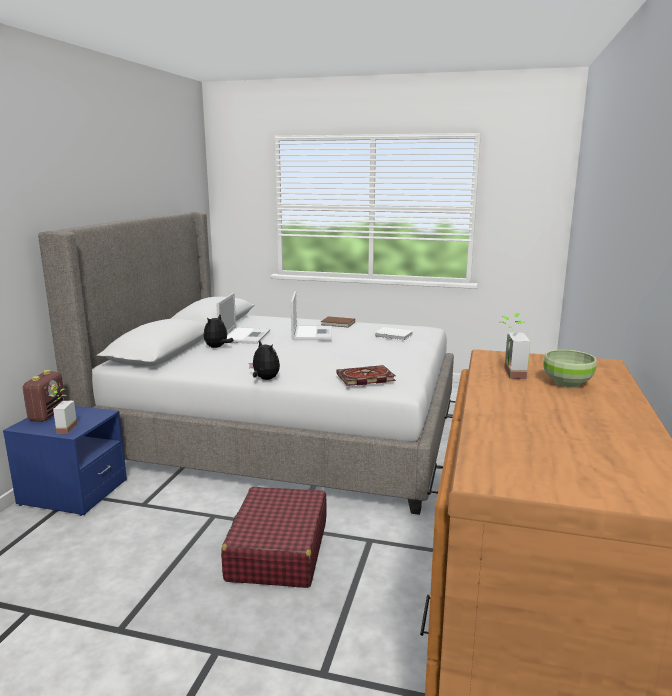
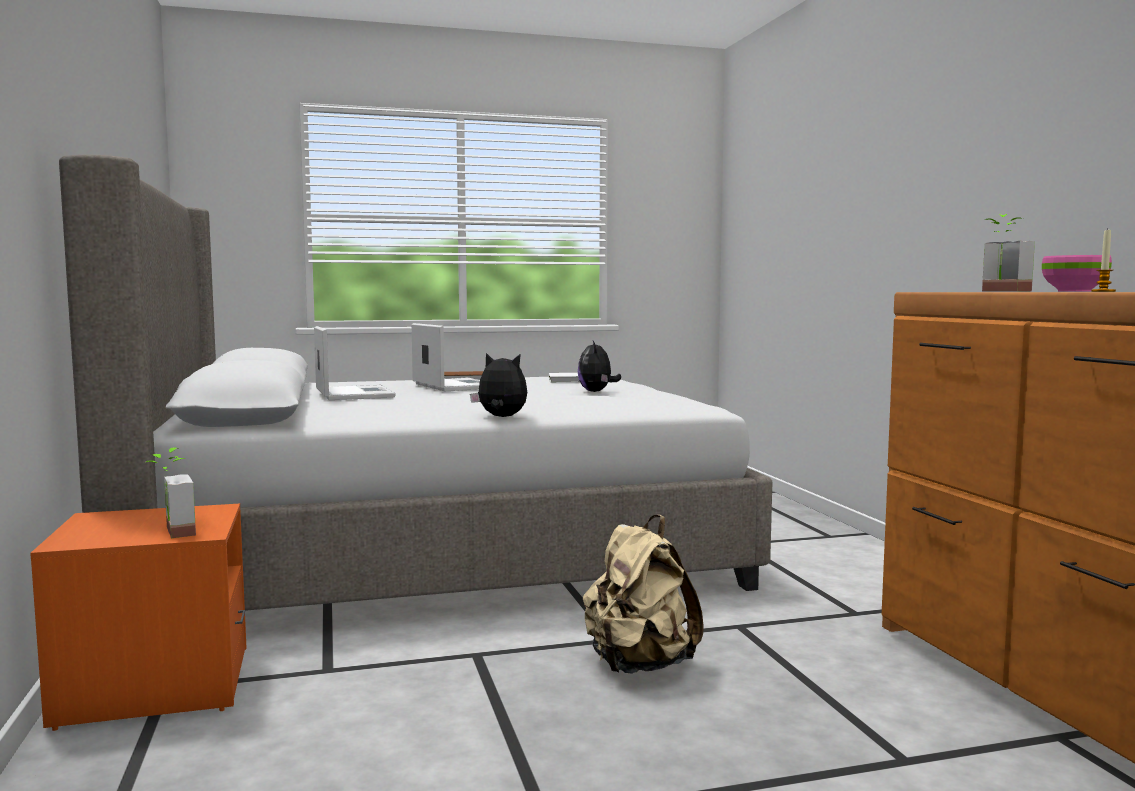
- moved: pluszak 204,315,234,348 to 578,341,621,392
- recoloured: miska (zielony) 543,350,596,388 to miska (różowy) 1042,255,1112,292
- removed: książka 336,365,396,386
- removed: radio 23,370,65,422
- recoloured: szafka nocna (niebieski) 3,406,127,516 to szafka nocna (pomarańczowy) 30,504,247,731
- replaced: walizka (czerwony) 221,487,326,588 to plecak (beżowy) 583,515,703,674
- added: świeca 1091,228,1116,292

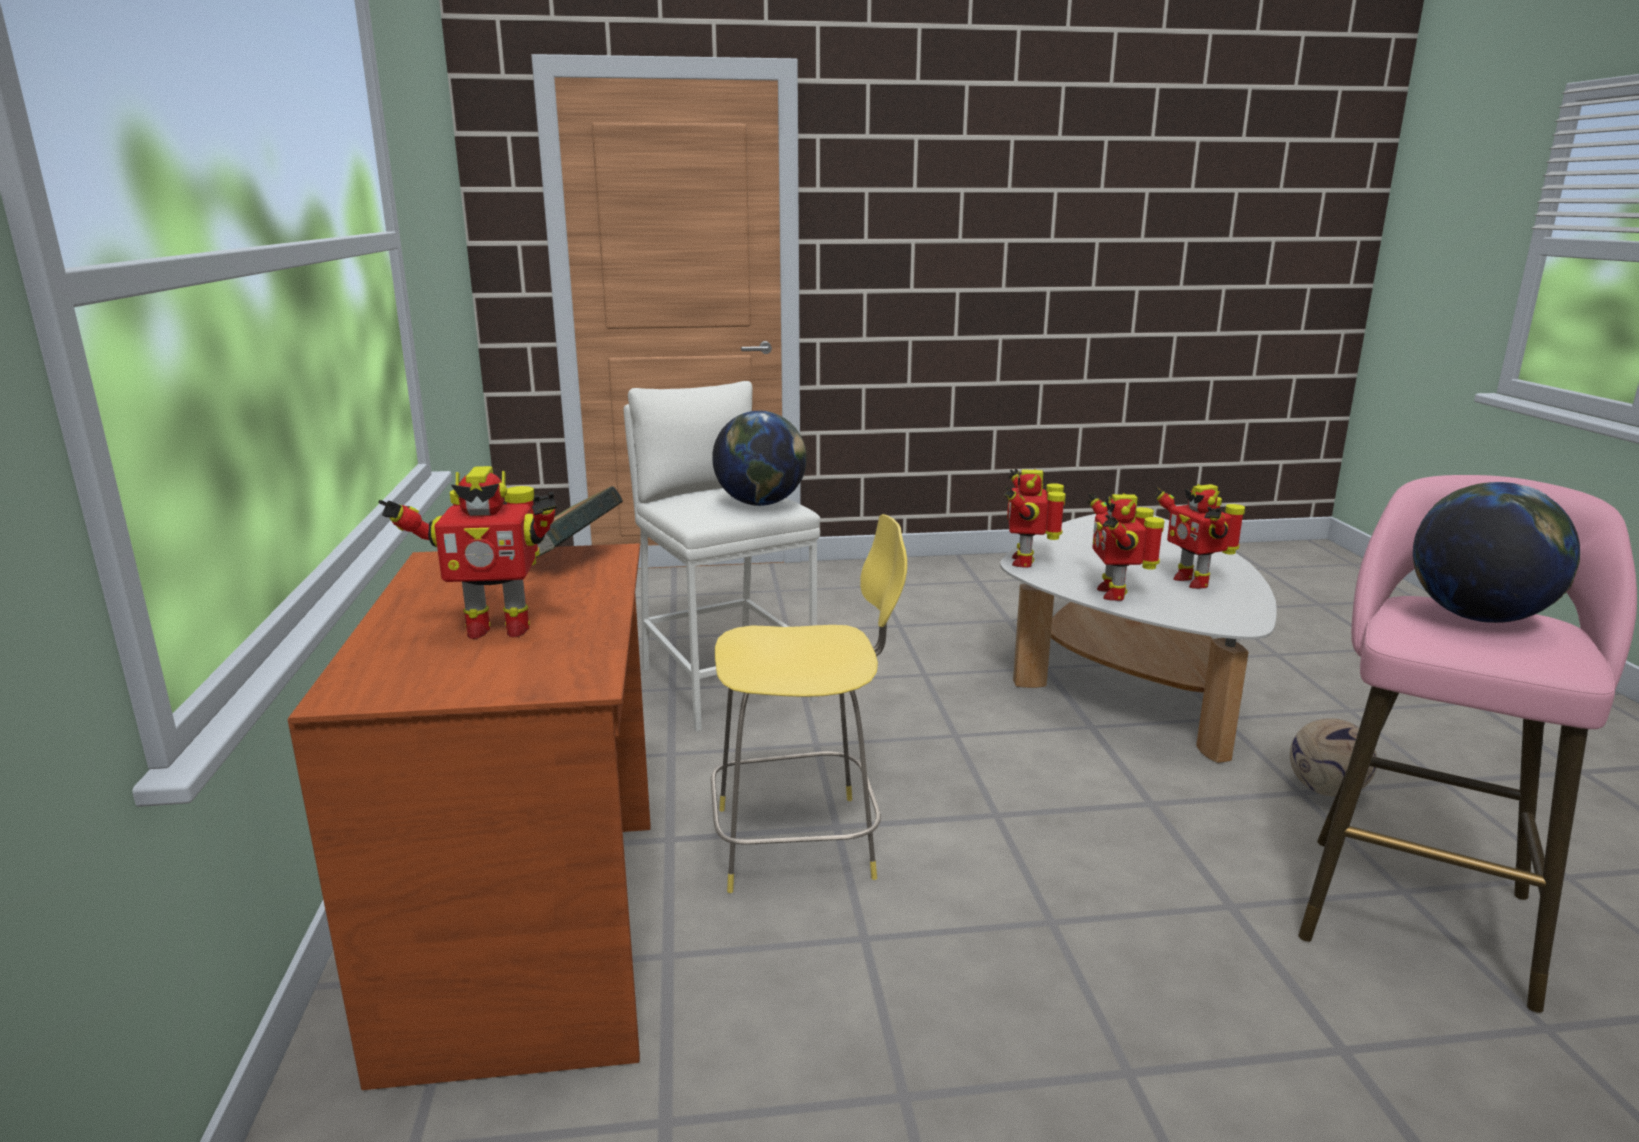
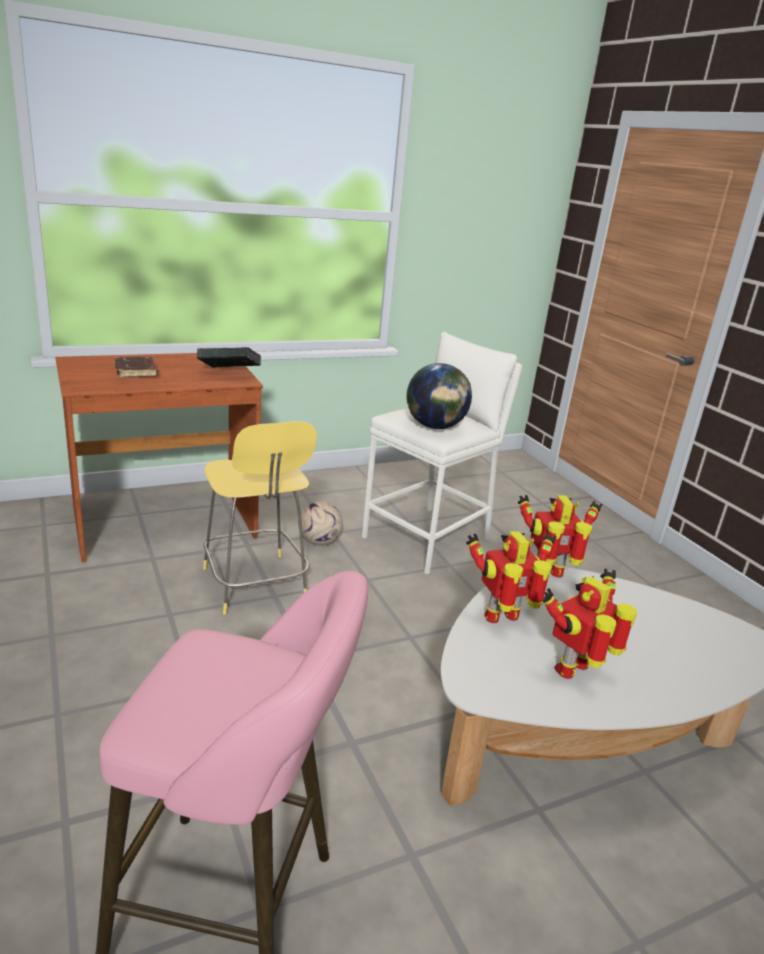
- replaced: robot zabawkowy 378,466,557,639 to książka (brązowy) 115,356,158,378
- removed: globus 1413,482,1580,623
- moved: piłka futbolowa 1290,718,1377,797 to 298,501,343,546

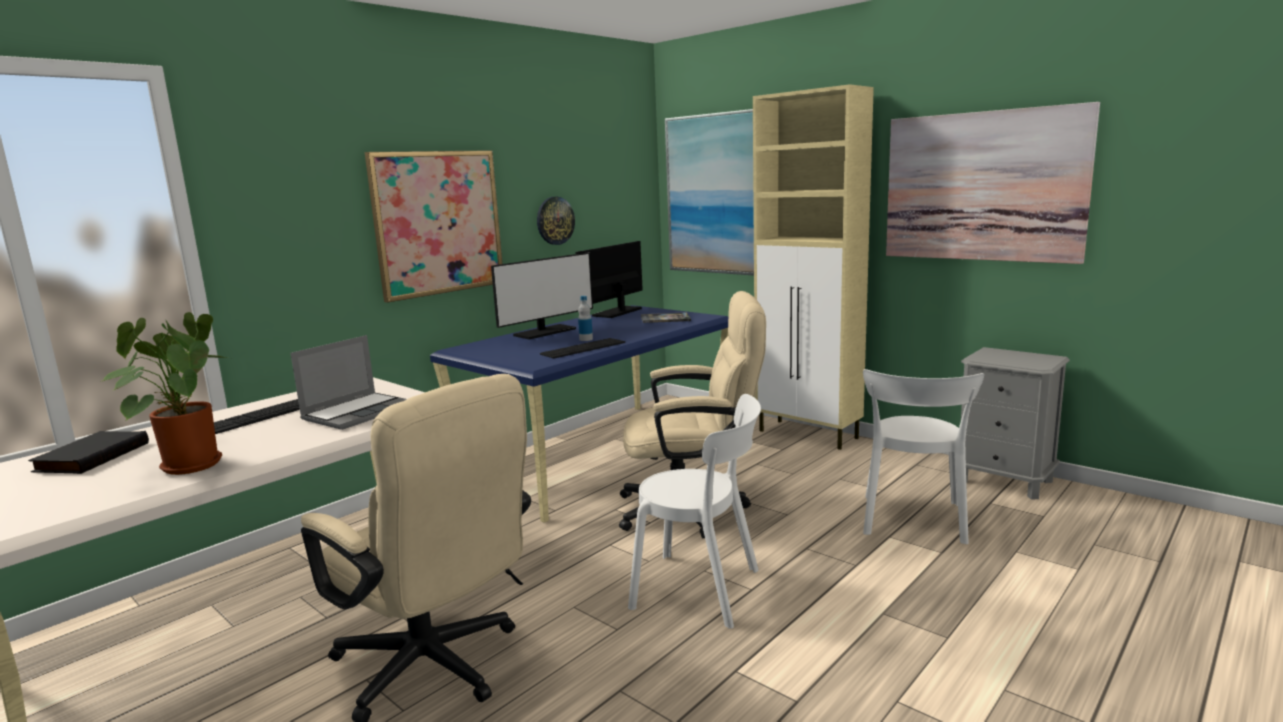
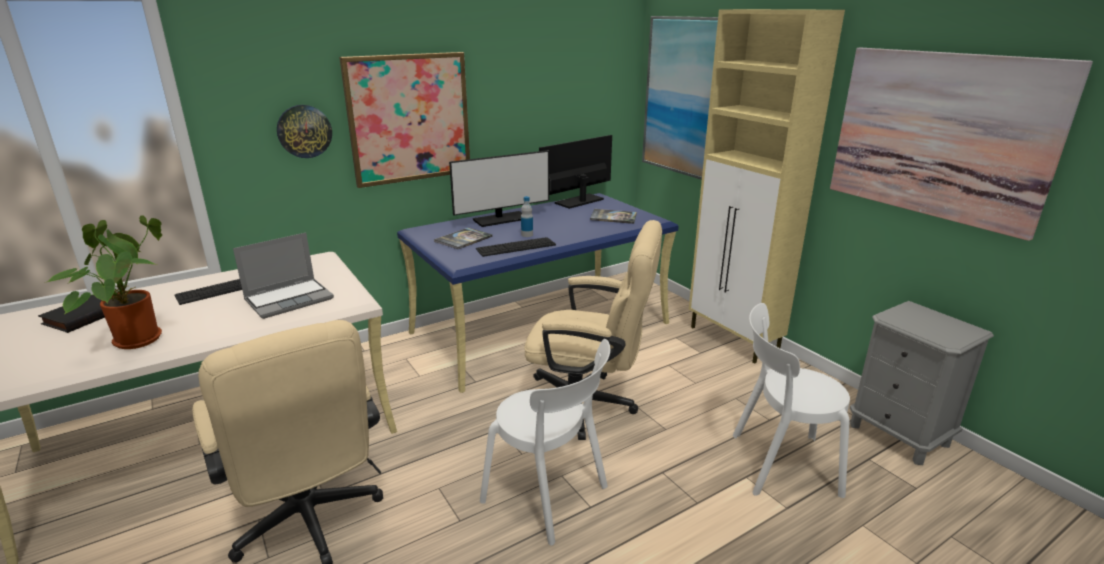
- moved: zegar ścienny 537,197,575,245 to 277,105,332,158
- turned: krzesło (biały) 863,369,984,544 = 733,303,850,498 60 degrees clockwise
- added: książka 433,228,492,249

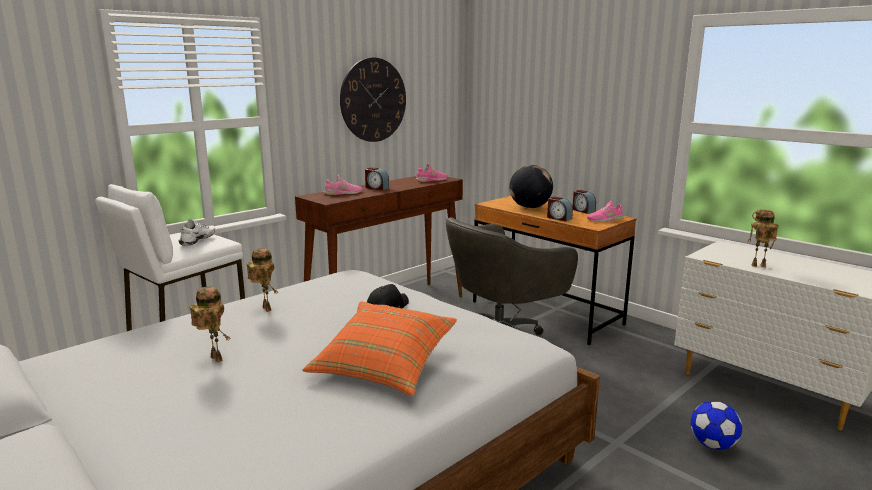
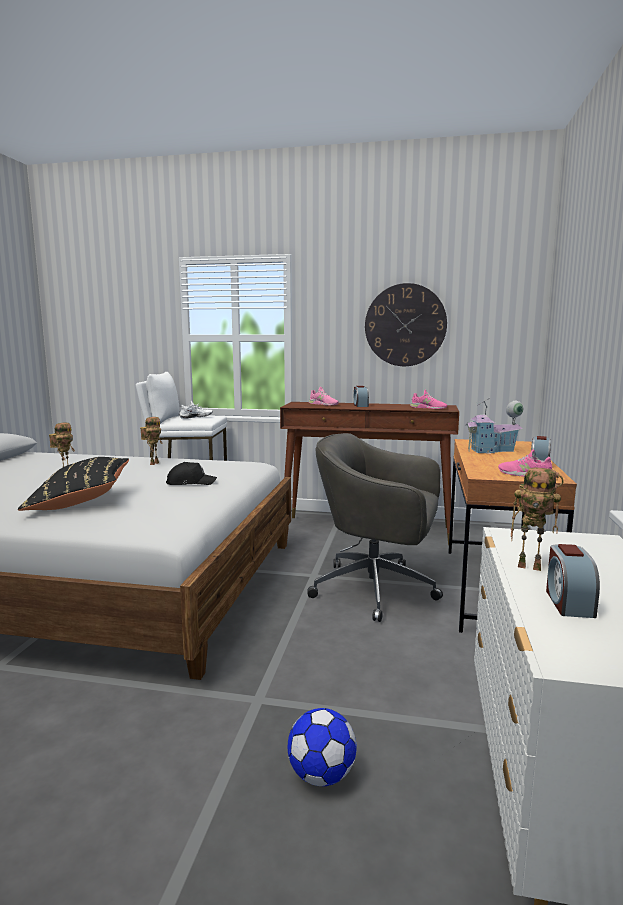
- replaced: globus 509,165,553,208 to domek 465,398,523,454
- moved: budzik 547,196,573,221 to 546,544,600,618
- turned: robot zabawkowy 748,210,779,267 = 511,468,564,571 135 degrees clockwise
- recoloured: poduszka (pomarańczowy) 303,302,457,396 to poduszka (czarny) 18,457,129,511

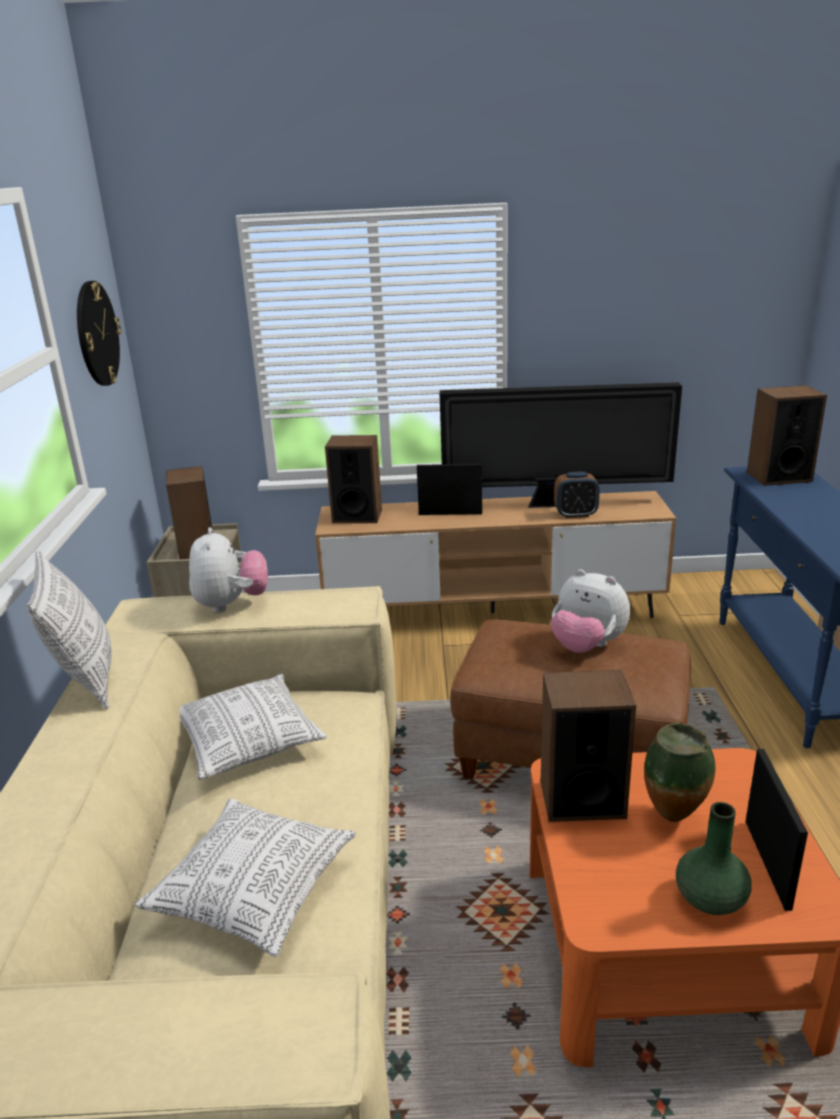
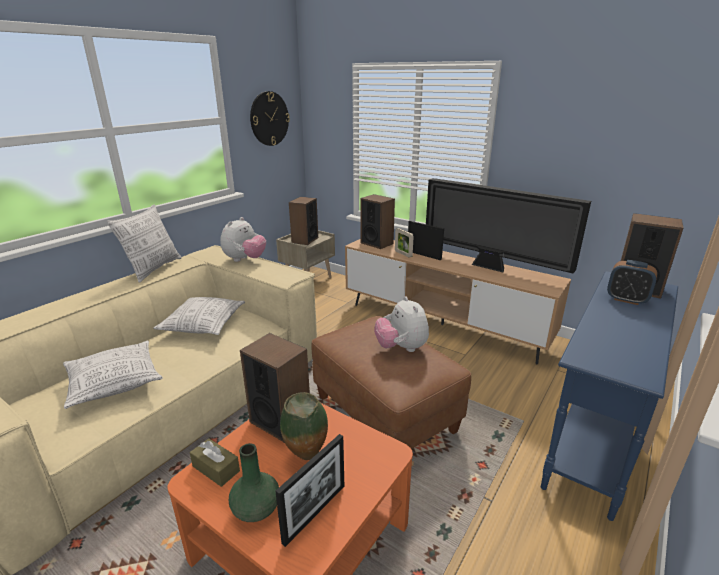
- moved: budzik 554,472,600,518 to 607,260,657,305
- added: ramka na zdjęcie 395,228,414,258
- added: pudełko chusteczek (brązowy) 190,438,240,487

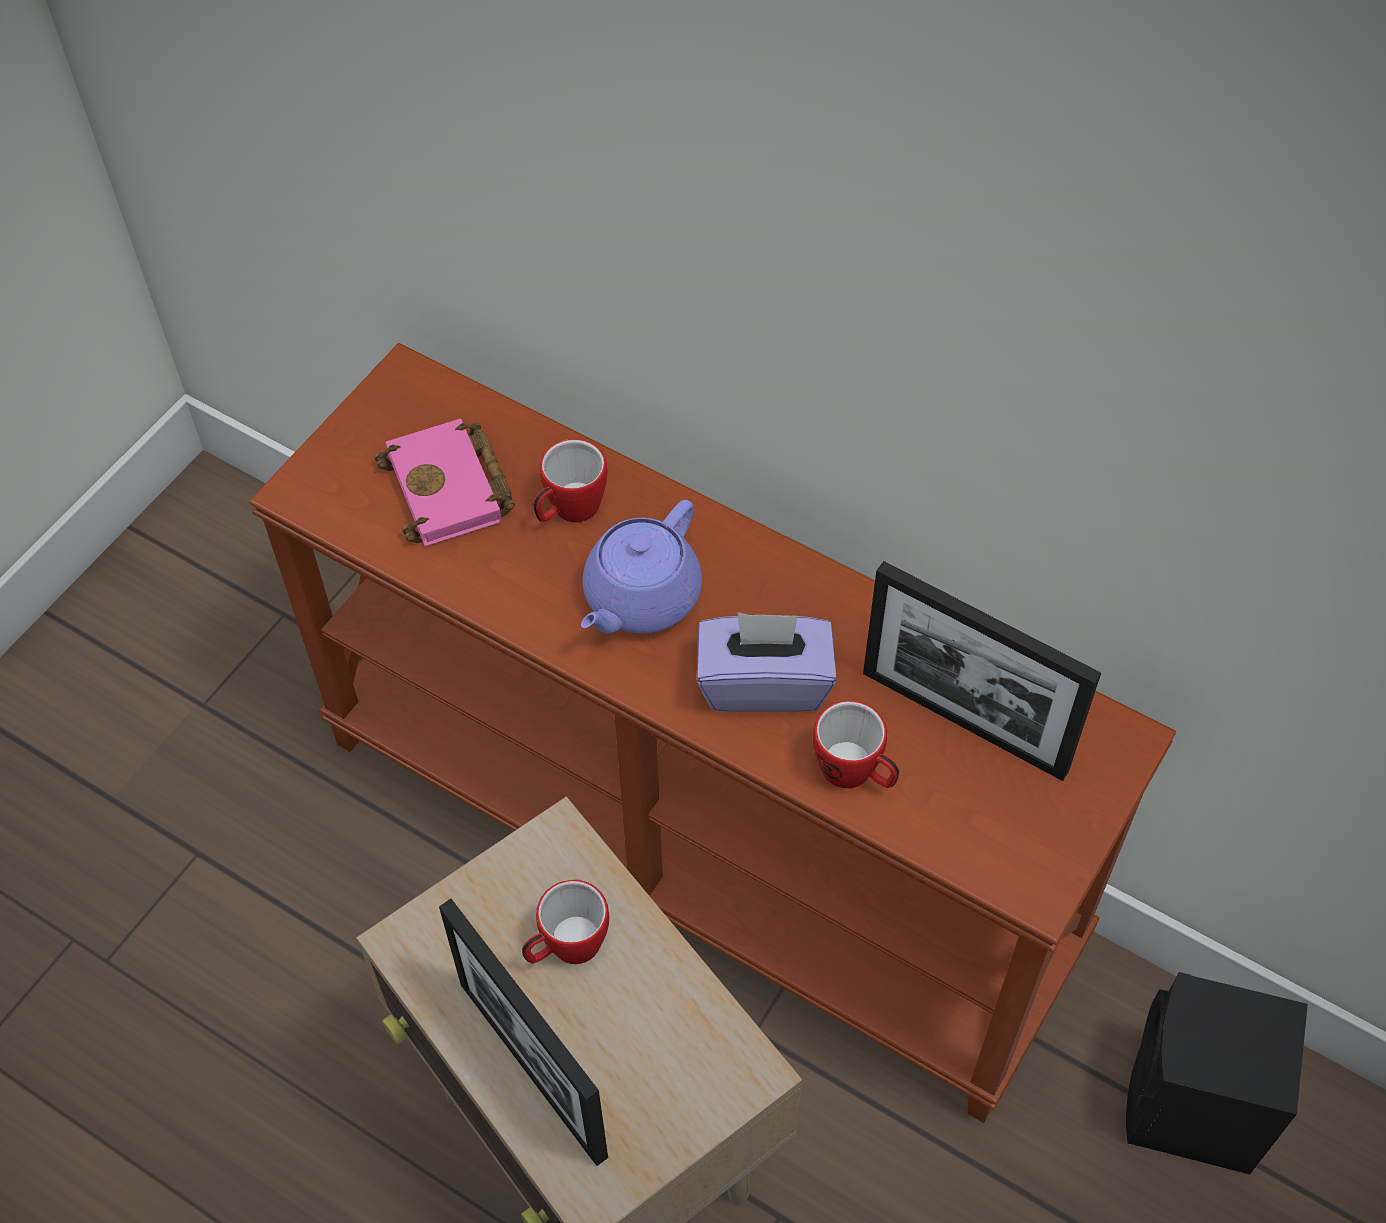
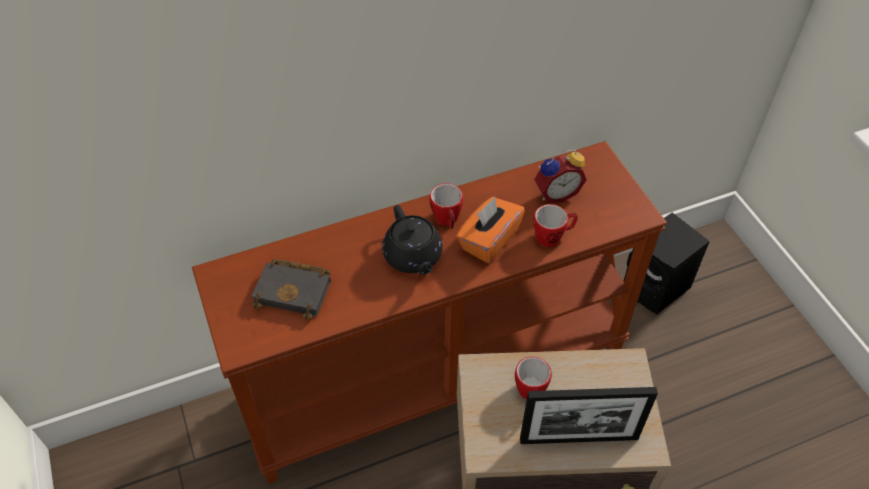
- recoloured: książka (różowy) 374,419,515,547 to książka (czarny) 251,259,331,320
- moved: kubek 533,439,607,522 to 430,183,463,229
- recoloured: imbryk (fioletowy) 581,500,702,634 to imbryk (czarny) 382,205,442,275
- replaced: ramka na zdjęcie 863,561,1101,781 to budzik 534,150,587,203
- recoloured: pudełko chusteczek (fioletowy) 697,612,837,712 to pudełko chusteczek (pomarańczowy) 456,197,525,263

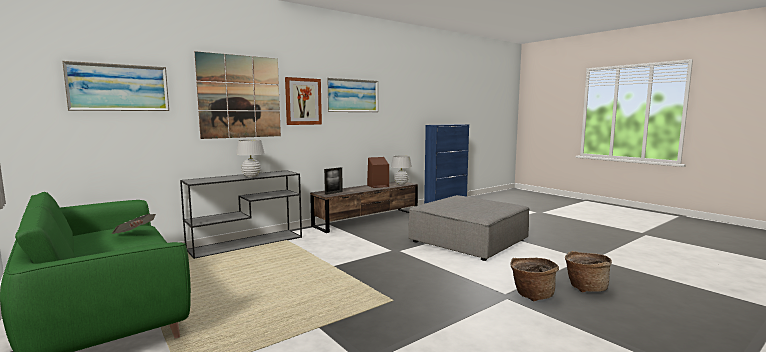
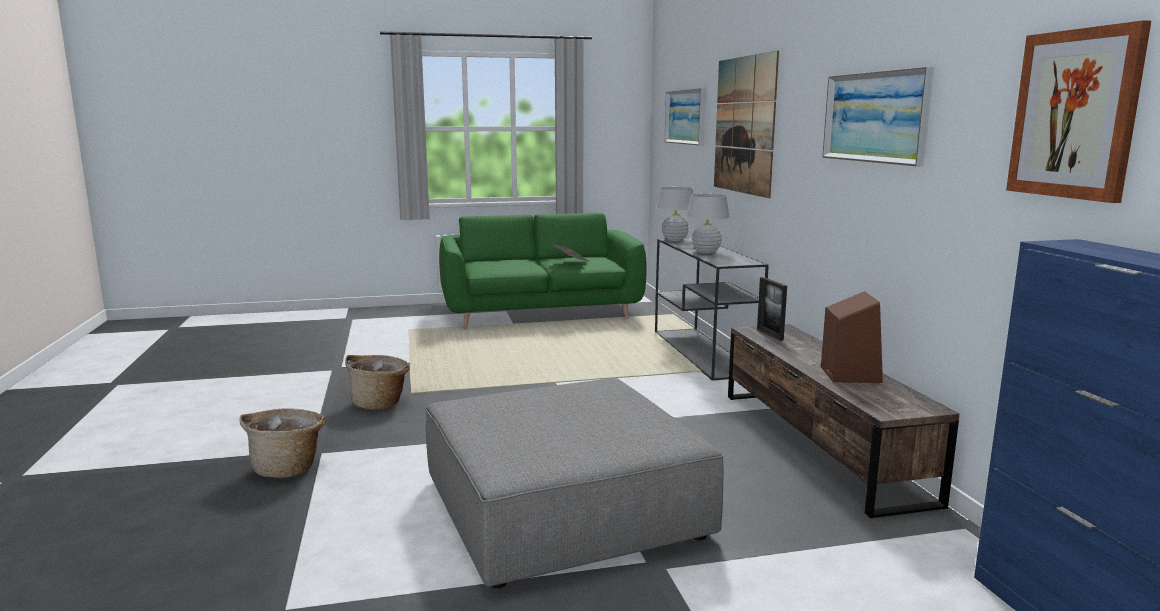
- moved: obraz 285,77,322,125 to 1006,20,1151,203
- moved: lampa stołowa (biały) 391,156,412,185 to 656,187,693,241
- moved: koszyk 565,251,612,292 to 345,355,409,410

